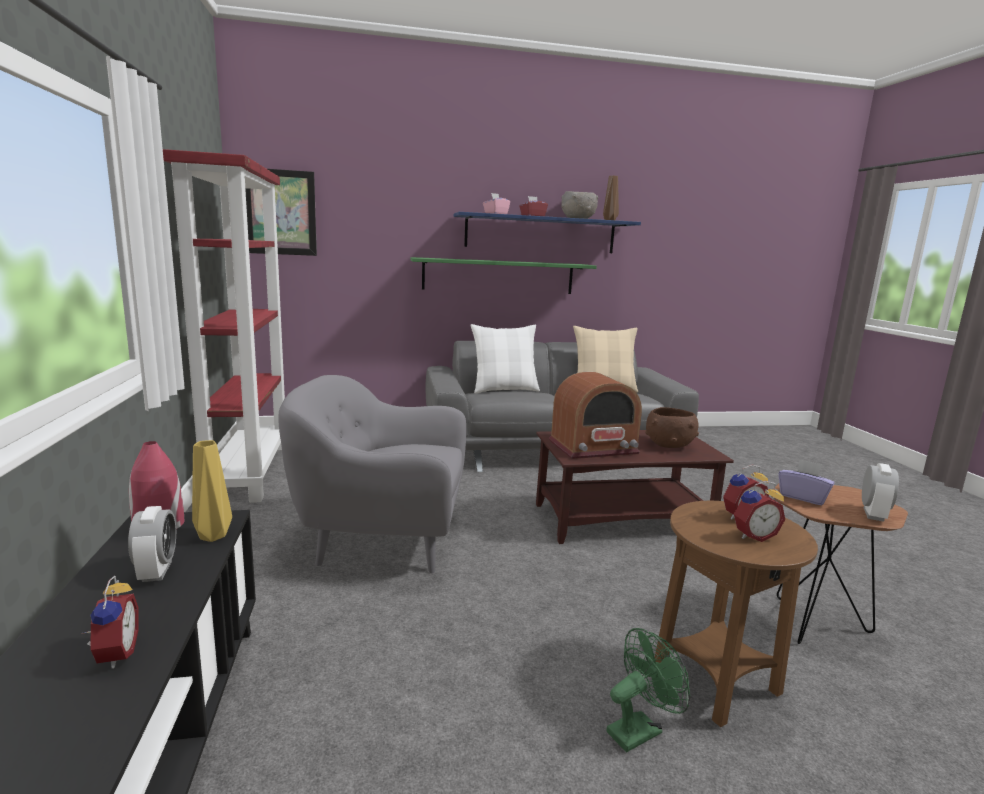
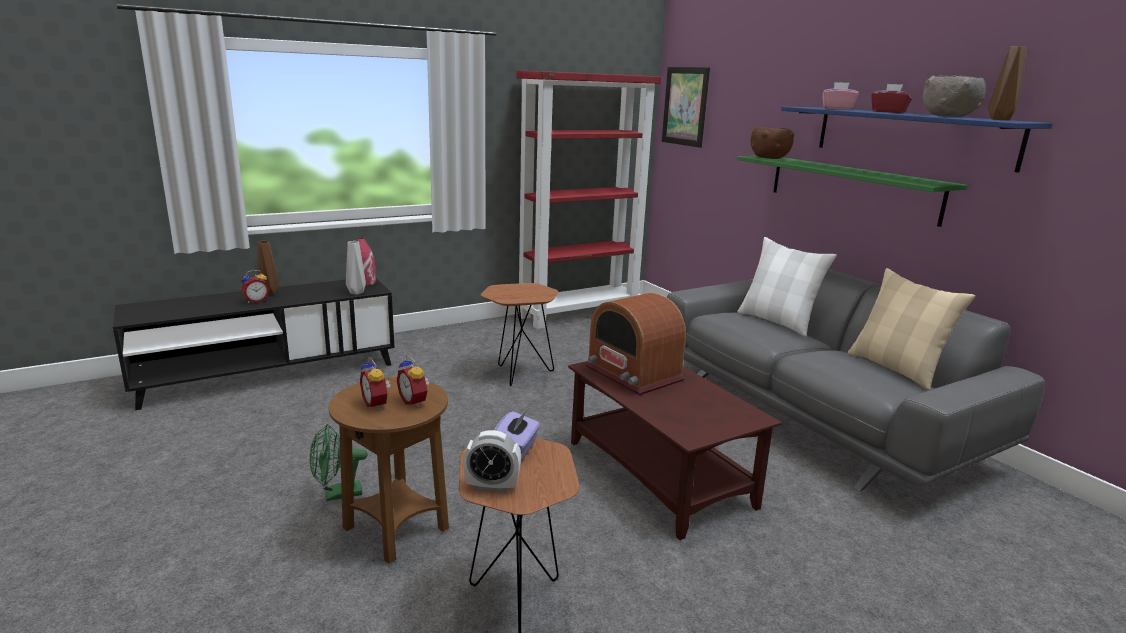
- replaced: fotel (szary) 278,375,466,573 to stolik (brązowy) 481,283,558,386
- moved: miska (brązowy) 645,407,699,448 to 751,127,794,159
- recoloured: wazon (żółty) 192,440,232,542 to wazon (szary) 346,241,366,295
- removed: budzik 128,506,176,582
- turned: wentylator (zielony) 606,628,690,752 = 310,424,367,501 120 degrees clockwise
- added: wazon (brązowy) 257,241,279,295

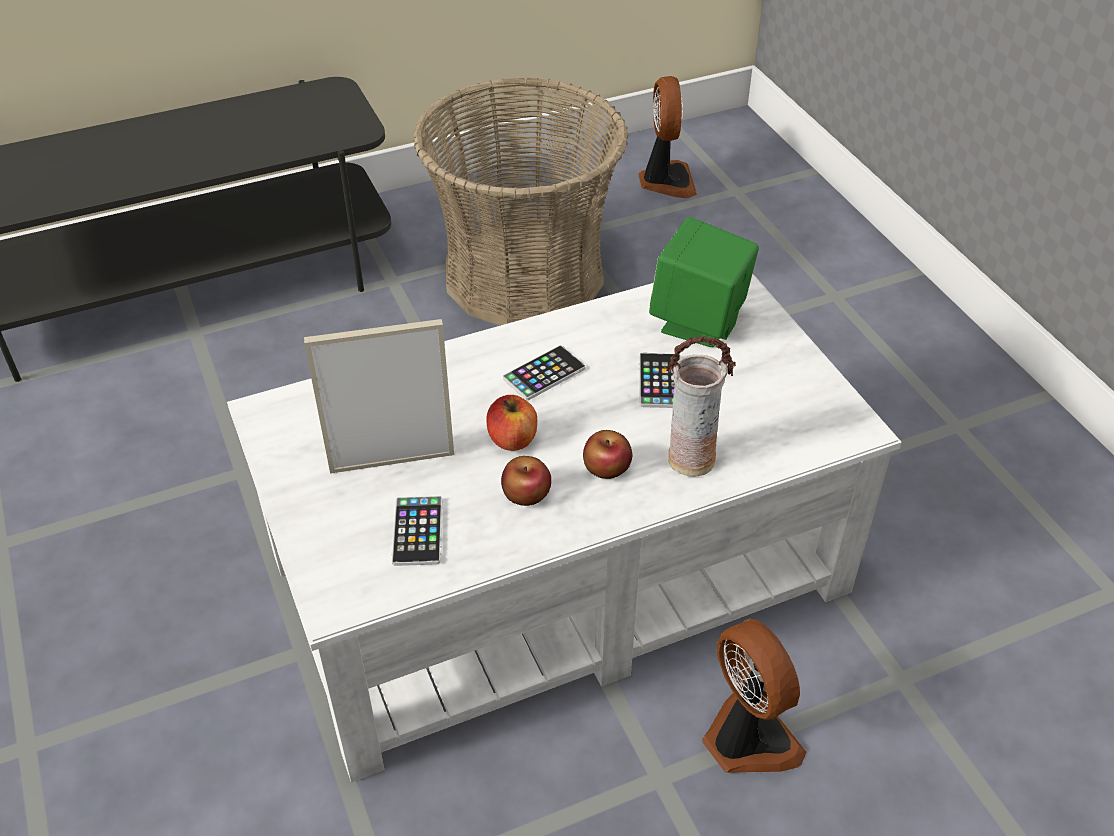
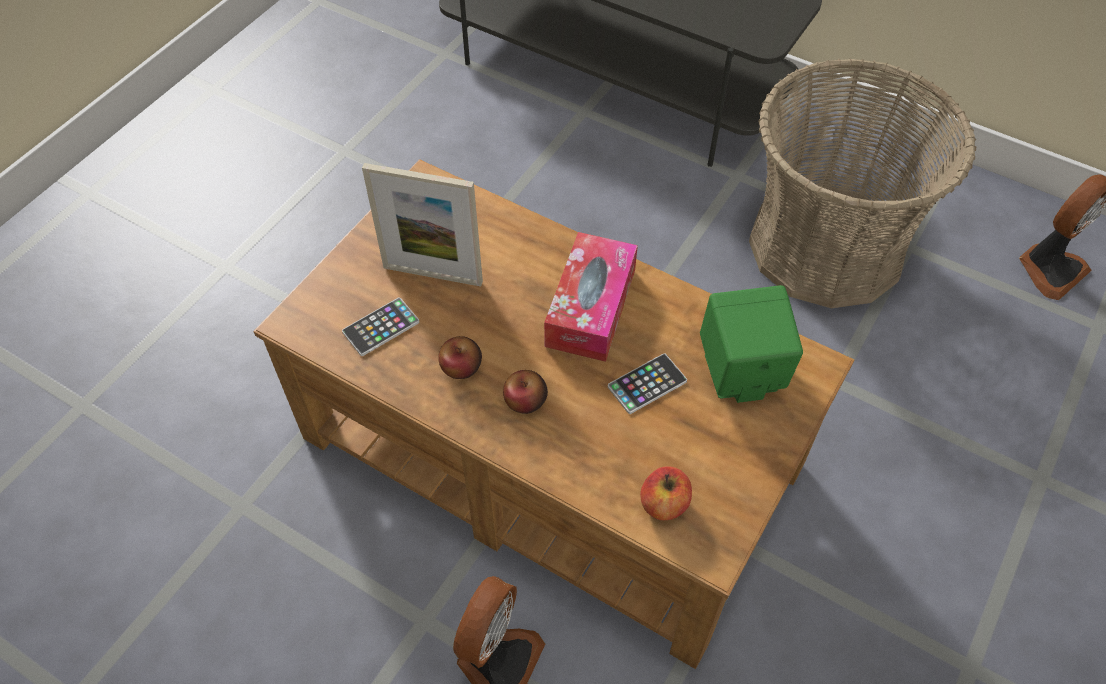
- recoloured: ława (biały) 227,273,902,783 to ława (brązowy) 253,159,854,669
- turned: ramka na zdjęcie 304,319,454,474 = 362,163,483,286 150 degrees clockwise
- removed: wazon 666,336,736,477
- replaced: telefon 503,345,586,400 to pudełko chusteczek 544,232,638,362
- moved: jabłko 486,395,537,451 to 640,466,692,520

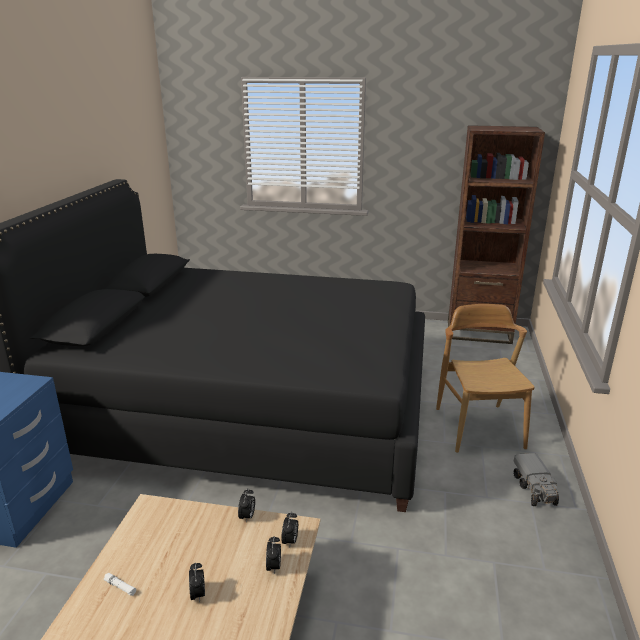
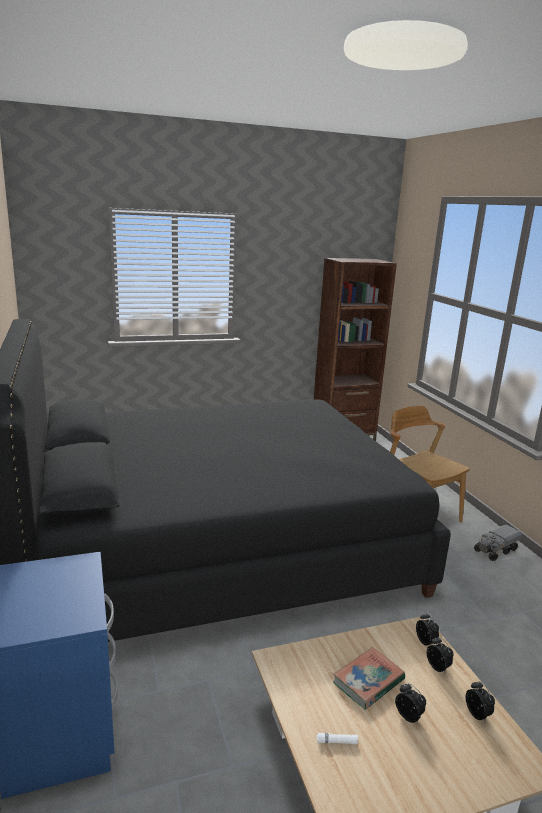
- turned: ciężarówka zabawkowa 513,453,559,506 = 474,525,522,561 90 degrees clockwise
- moved: budzik 238,488,255,523 to 466,681,495,721
- added: książka 333,647,405,710

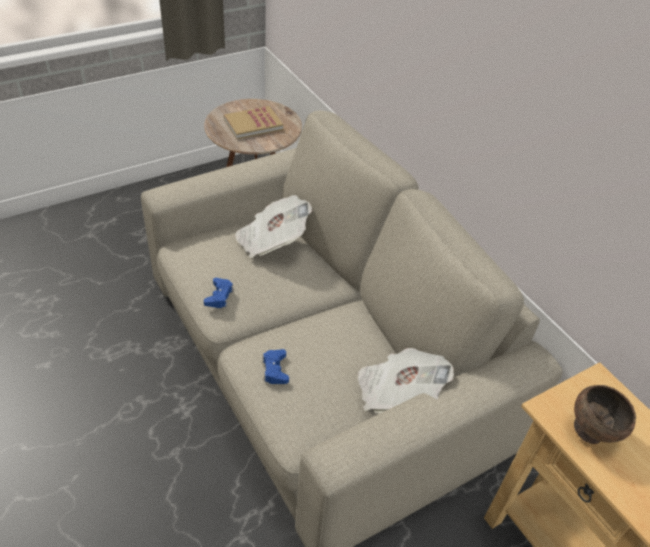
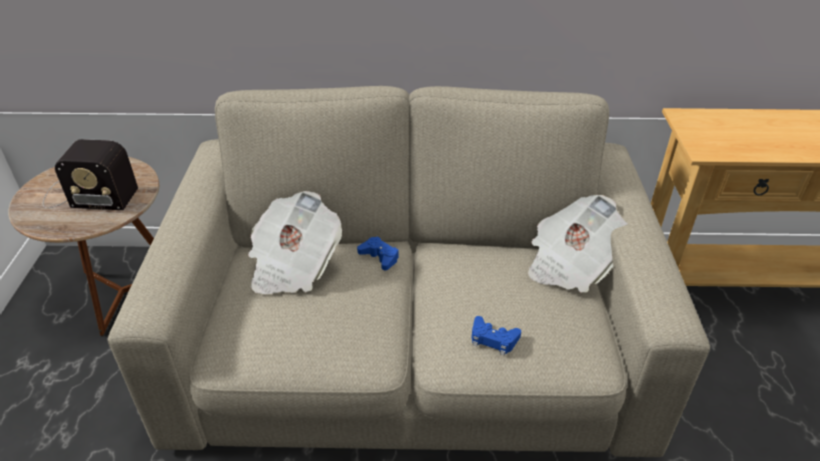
- replaced: książka 224,106,283,139 to radio 43,139,138,210
- moved: pad do gier (niebieski) 204,278,234,308 to 357,236,399,270
- removed: miska (brązowy) 574,385,636,444

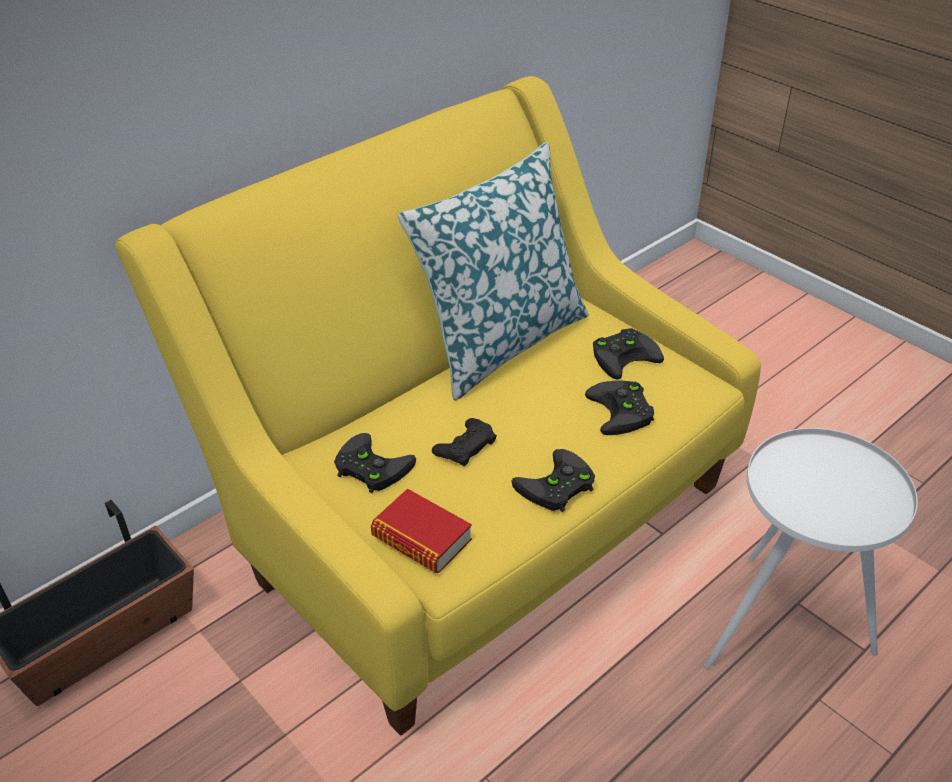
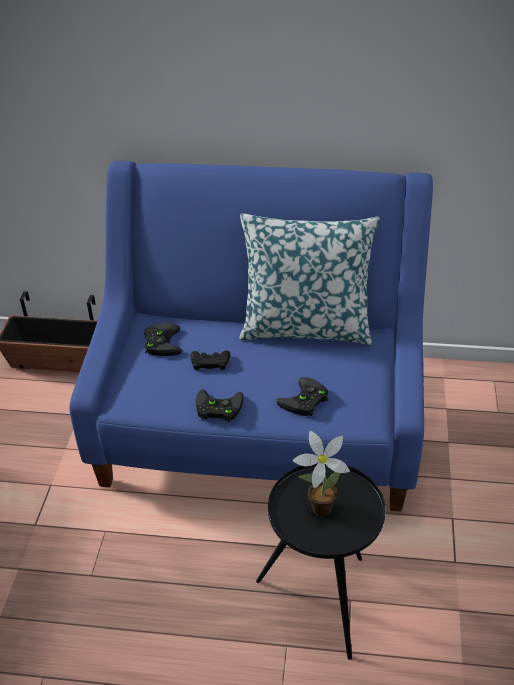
- recoloured: kanapa (żółty) 115,76,761,736 to kanapa (niebieski) 69,161,433,511
- removed: pad do gier (czarny) 593,328,664,380
- recoloured: stolik (biały) 705,428,918,669 to stolik (czarny) 256,462,386,660
- removed: książka 371,489,472,573
- added: roślina doniczkowa 292,431,350,516

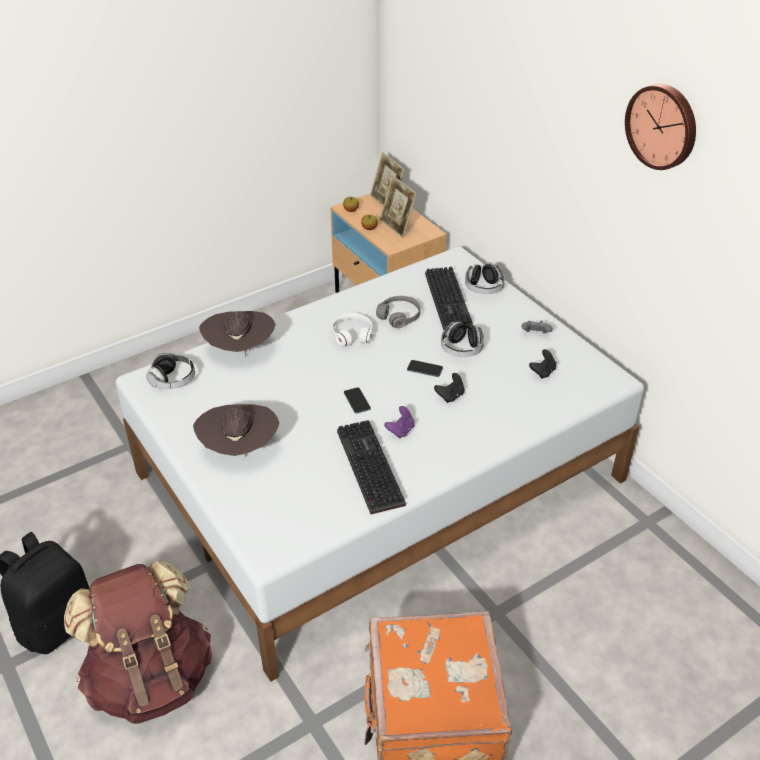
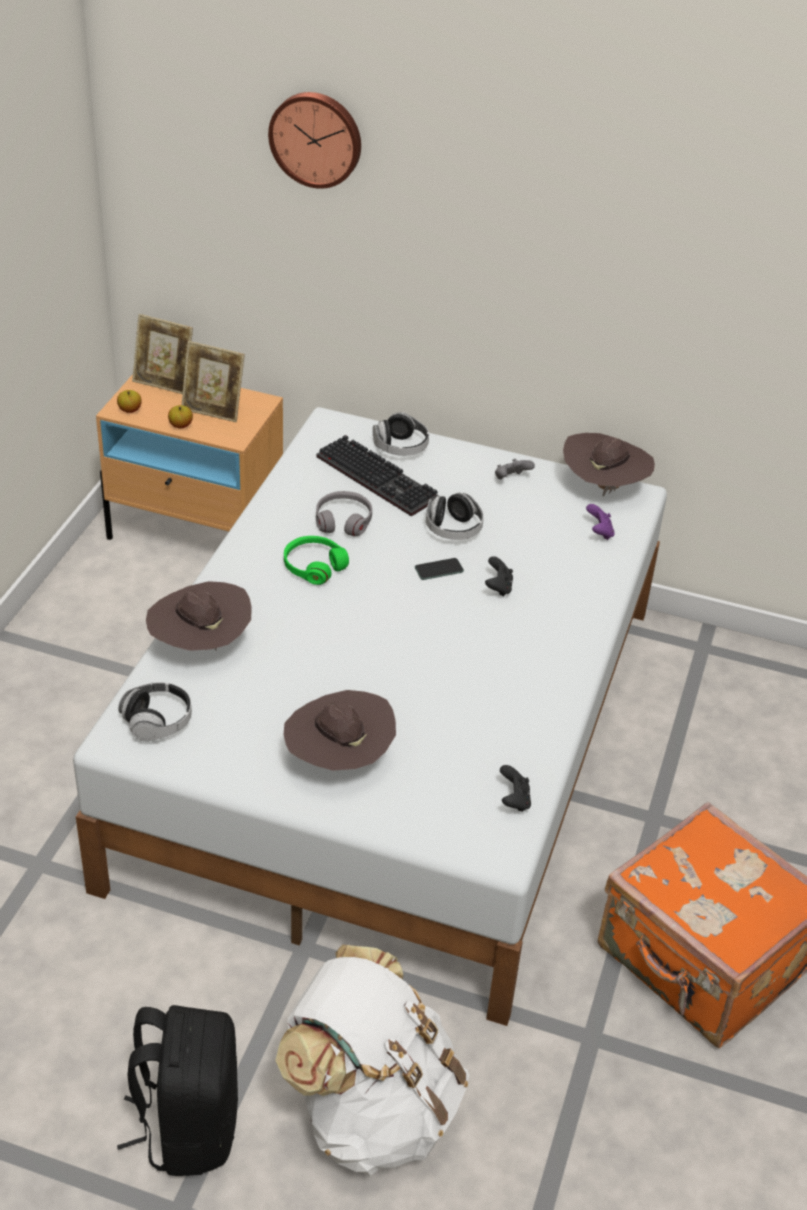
- moved: zegar ścienny 625,84,696,170 to 268,92,361,189
- recoloured: słuchawki (biały) 332,313,373,346 to słuchawki (zielony) 284,536,349,585
- moved: pad do gier (czarny) 529,349,556,379 to 500,765,531,812
- removed: telefon 344,387,371,414
- moved: pad do gier (fioletowy) 384,406,414,438 to 586,504,615,540
- removed: klawiatura 337,420,406,514
- recoloured: plecak (brązowy) 64,561,212,724 to plecak (biały) 275,945,469,1176
- added: kapelusz (brązowy) 563,433,655,497

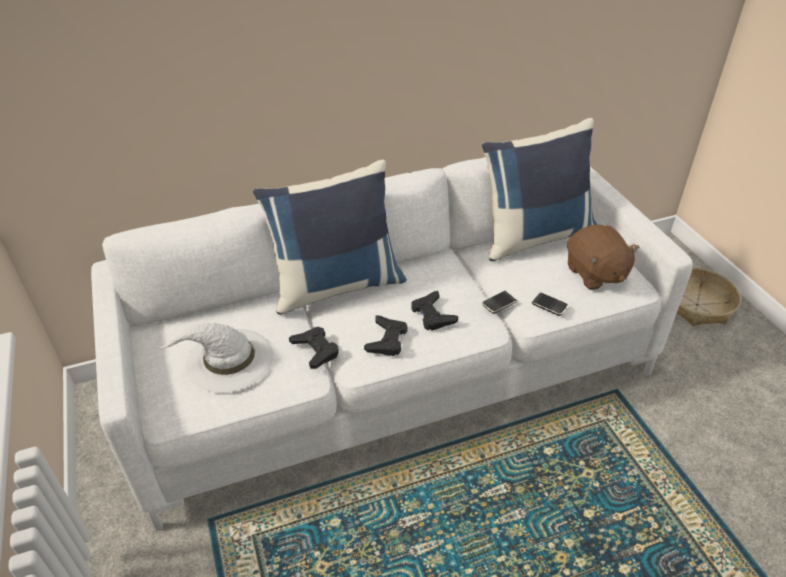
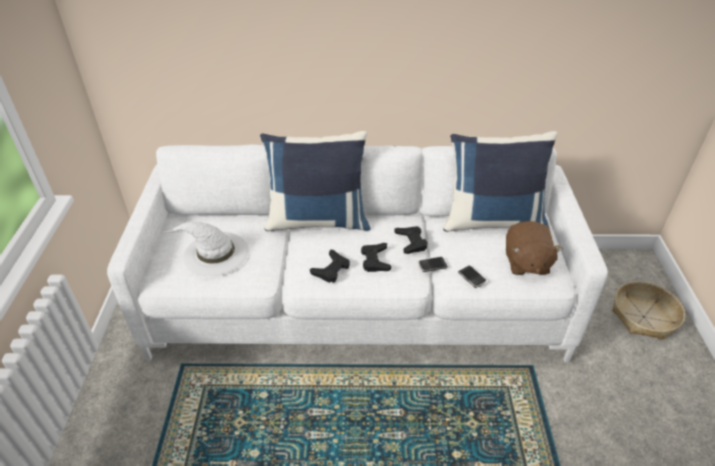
- moved: pad do gier (czarny) 289,327,339,369 to 394,226,428,254

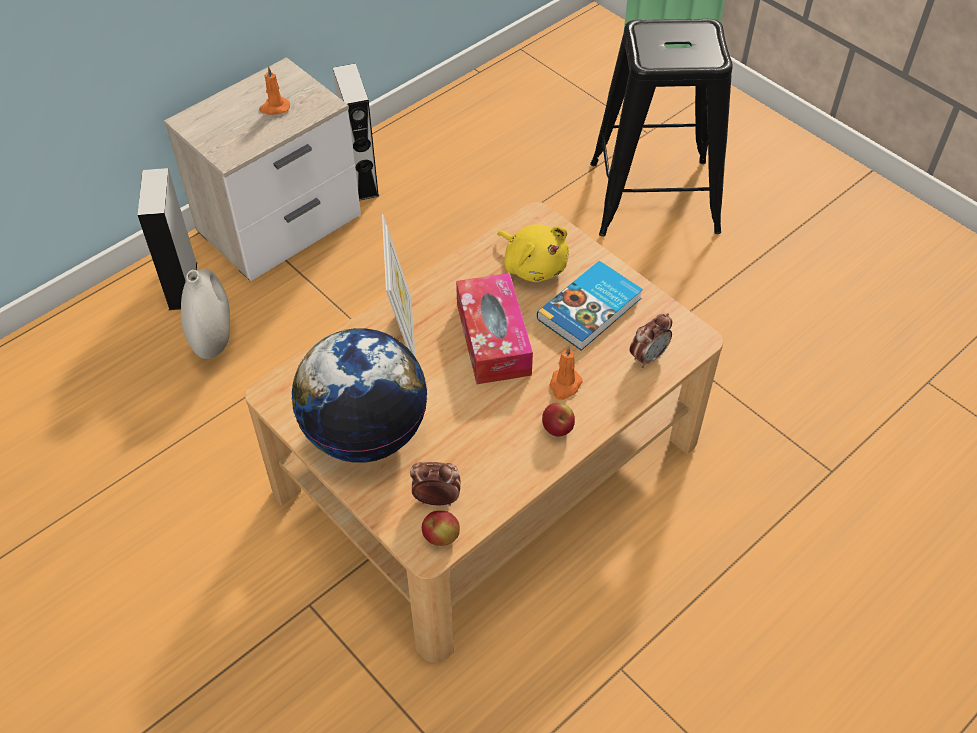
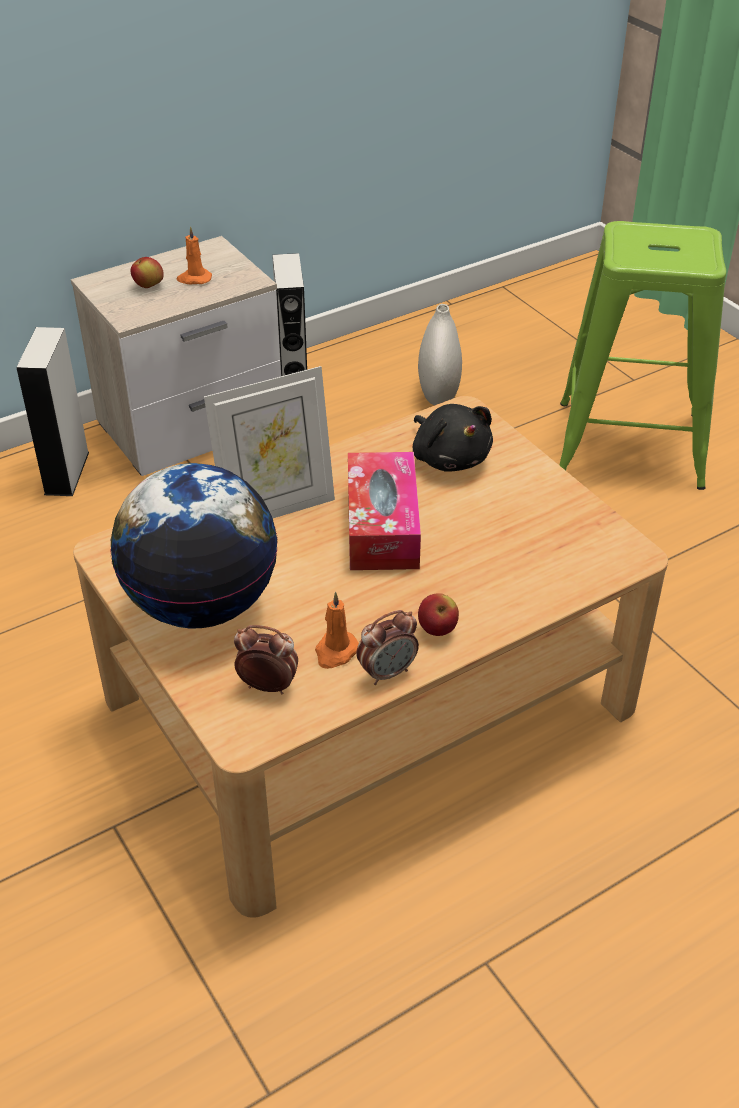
- recoloured: stołek (czarny) 590,19,733,237 to stołek (zielony) 559,221,726,490
- turned: ramka na zdjęcie 382,214,415,356 = 204,366,335,518 60 degrees clockwise
- recoloured: pluszak (żółty) 498,224,569,282 to pluszak (czarny) 413,404,493,472
- removed: książka 537,261,643,351
- moved: wazon (biały) 181,269,230,359 to 418,304,462,405
- moved: budzik 630,313,672,368 to 356,610,419,685
- moved: świeca (pomarańczowy) 549,346,583,400 to 315,592,359,669
- moved: jabłko 422,511,460,546 to 131,257,164,288

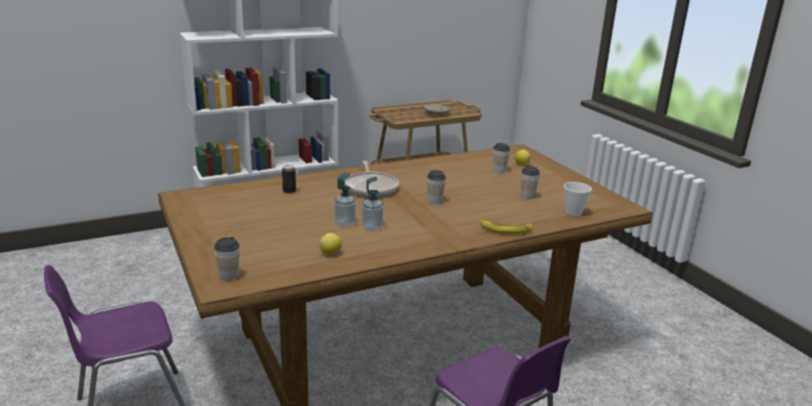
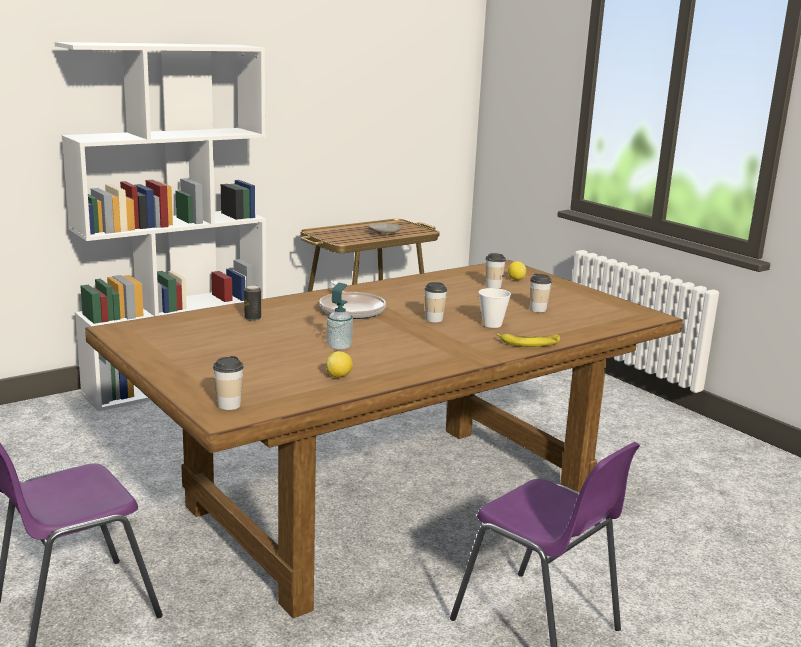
- removed: dozownik mydła 362,176,384,231
- moved: filiżanka 564,182,592,216 to 479,288,511,328

